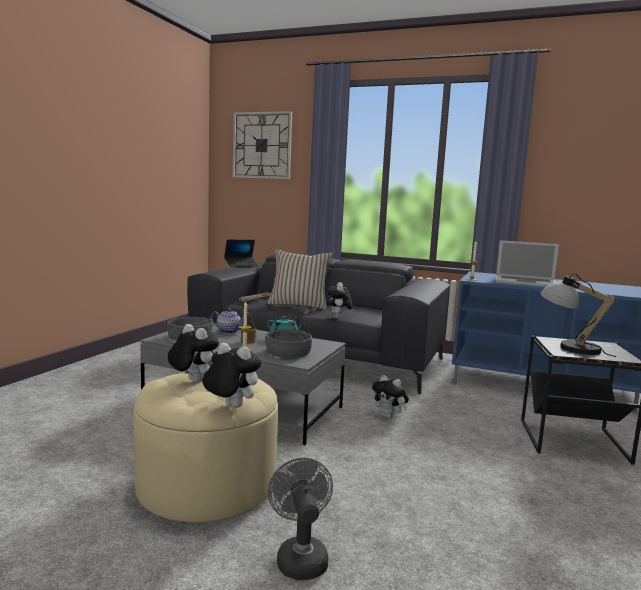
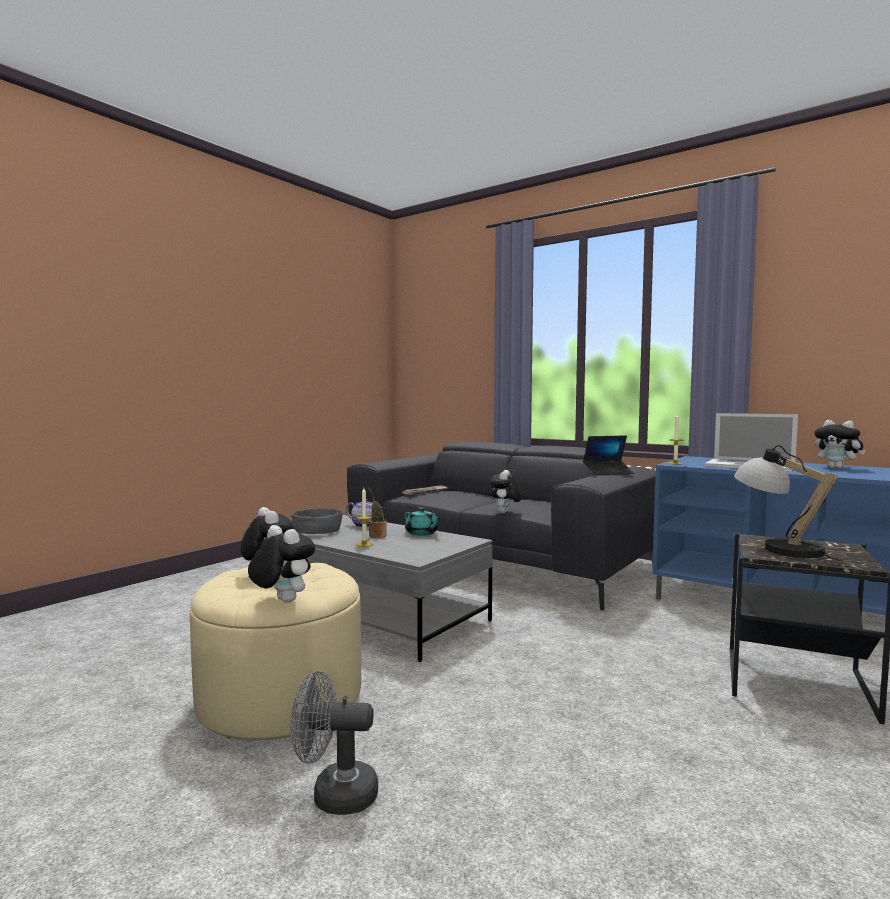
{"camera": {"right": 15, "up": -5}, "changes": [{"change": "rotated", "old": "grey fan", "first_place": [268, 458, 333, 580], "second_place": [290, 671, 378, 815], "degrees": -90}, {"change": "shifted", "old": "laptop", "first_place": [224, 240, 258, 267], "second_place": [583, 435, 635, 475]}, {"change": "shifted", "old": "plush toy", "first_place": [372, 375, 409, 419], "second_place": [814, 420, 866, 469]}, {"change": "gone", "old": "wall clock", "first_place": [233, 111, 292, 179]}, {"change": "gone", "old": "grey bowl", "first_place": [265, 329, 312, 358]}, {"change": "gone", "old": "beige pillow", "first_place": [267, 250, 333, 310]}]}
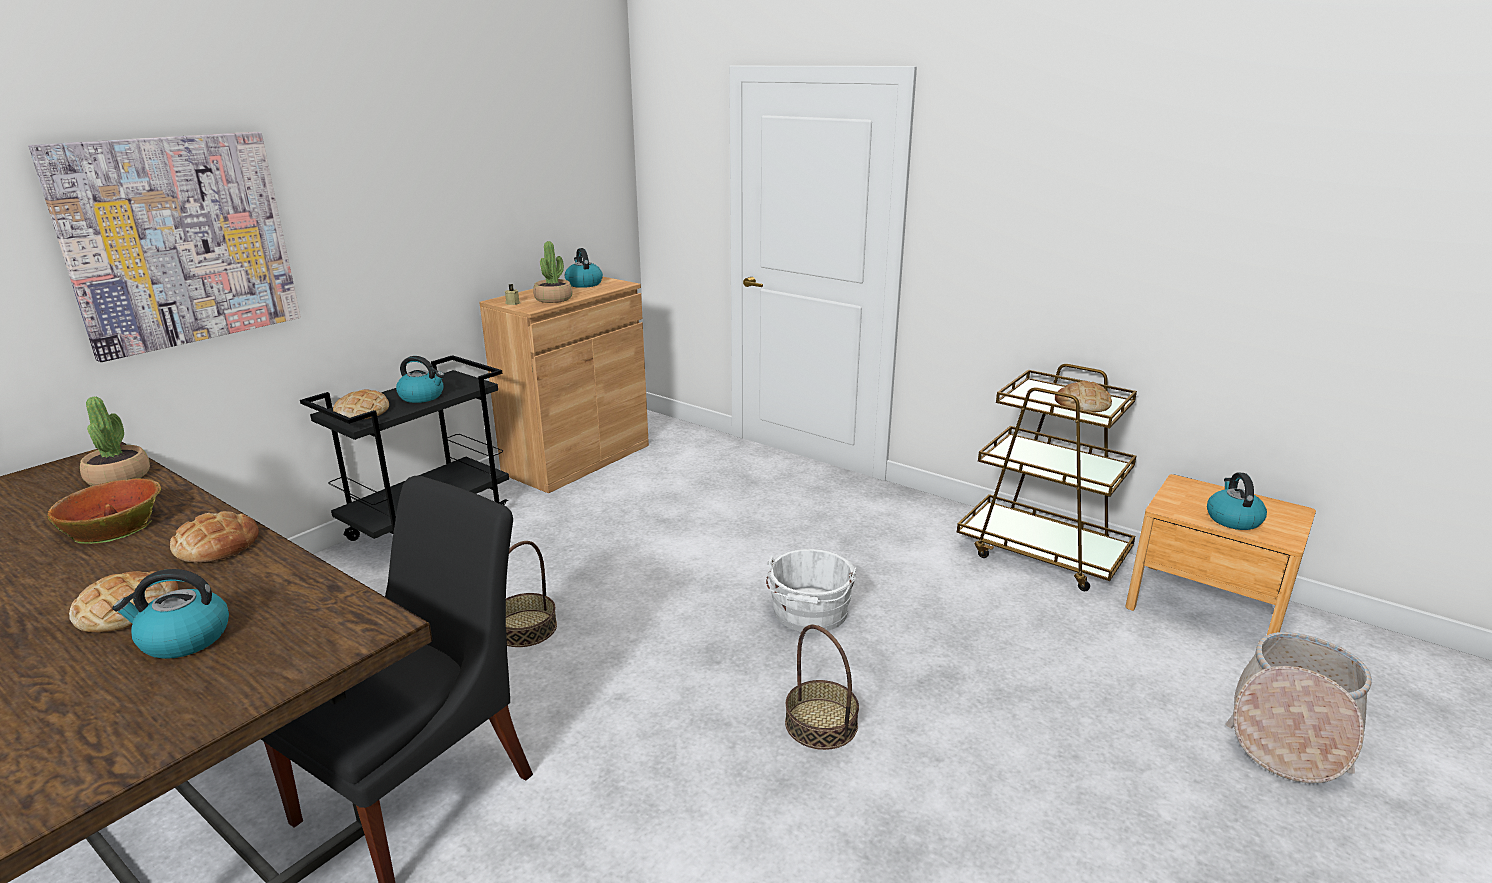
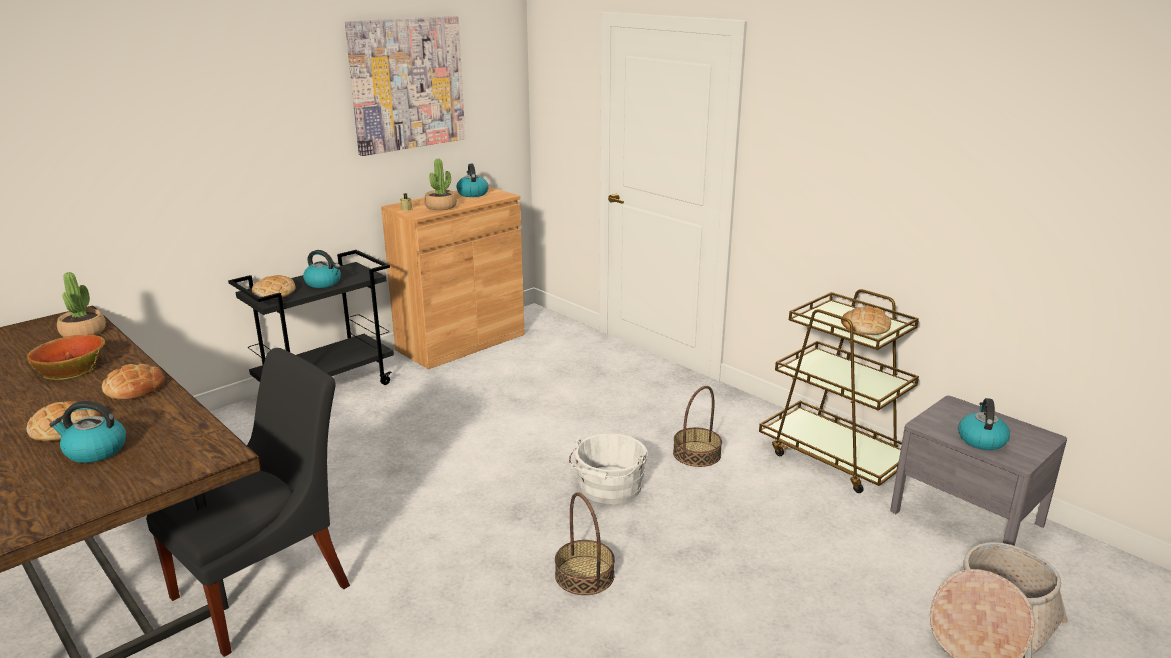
{"camera": {"right": 10, "up": 0}, "changes": [{"change": "shifted", "old": "picture", "first_place": [28, 132, 301, 362], "second_place": [345, 16, 465, 156]}, {"change": "shifted", "old": "basket", "first_place": [506, 541, 557, 647], "second_place": [673, 386, 722, 467]}, {"change": "repainted", "old": "brown nightstand", "new": "grey nightstand", "first_place": [1126, 474, 1316, 635], "second_place": [890, 396, 1067, 546]}]}
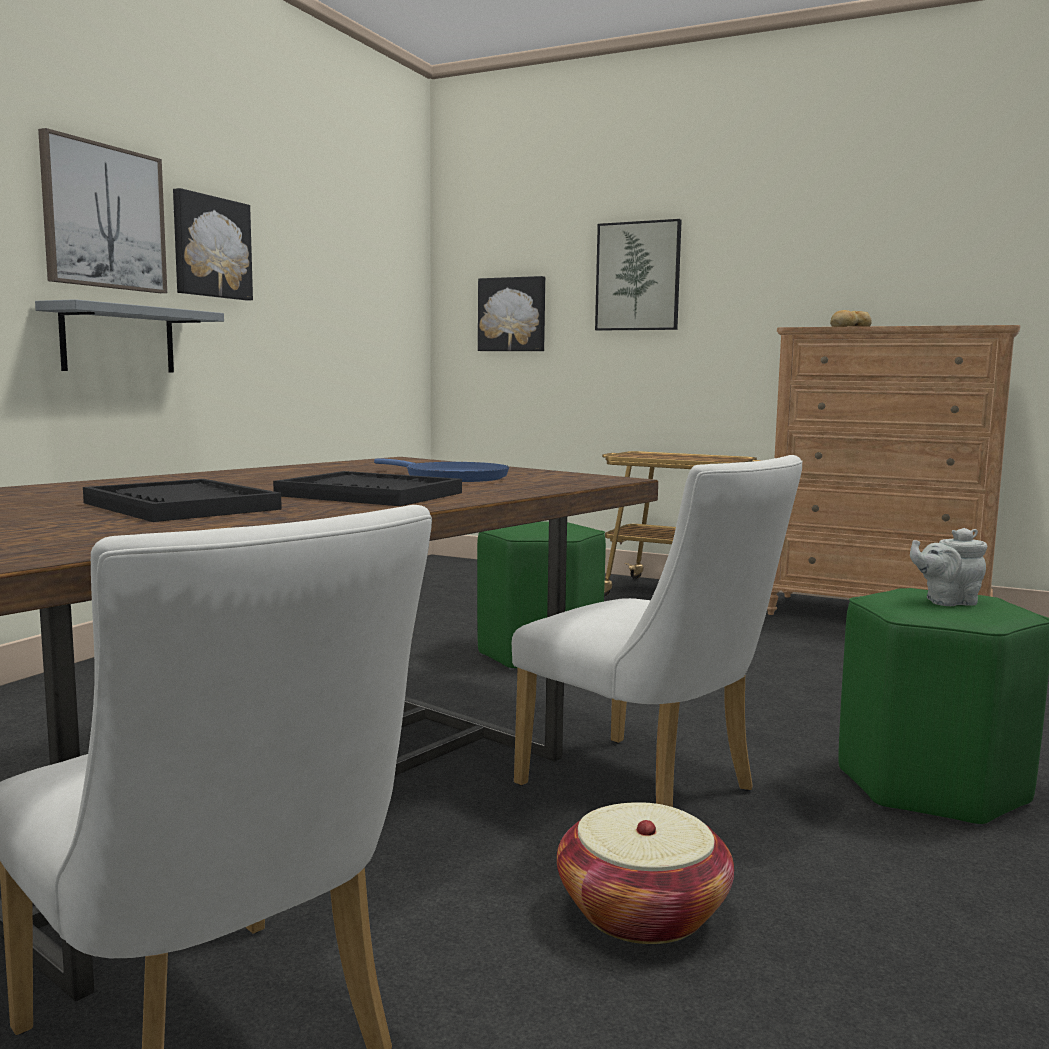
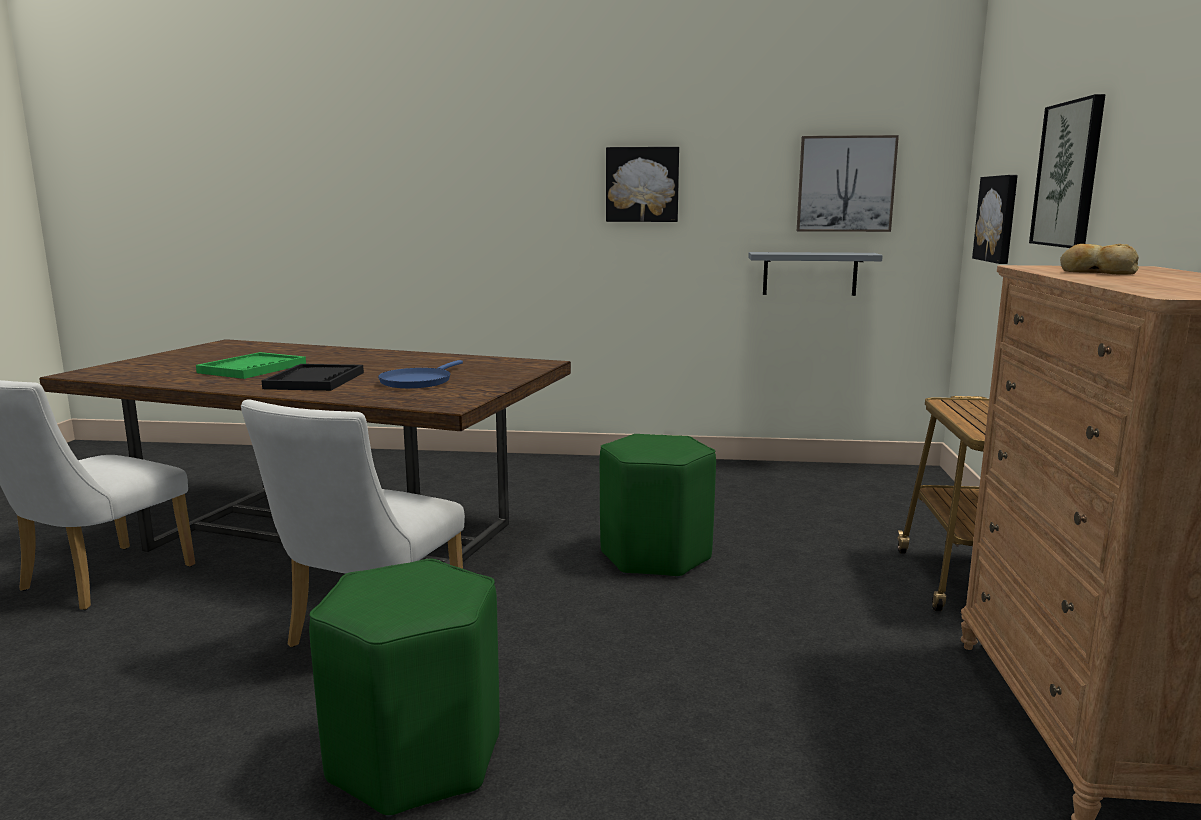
{"camera": {"right": 70, "up": 5}, "changes": [{"change": "repainted", "old": "black tray", "new": "green tray", "first_place": [83, 479, 282, 522], "second_place": [196, 352, 306, 379]}, {"change": "shifted", "old": "grey shelf", "first_place": [35, 299, 224, 373], "second_place": [748, 252, 883, 296]}, {"change": "shifted", "old": "picture", "first_place": [38, 128, 167, 293], "second_place": [797, 135, 899, 232]}, {"change": "gone", "old": "basket", "first_place": [557, 802, 734, 944]}, {"change": "gone", "old": "grey teapot", "first_place": [910, 528, 987, 606]}]}
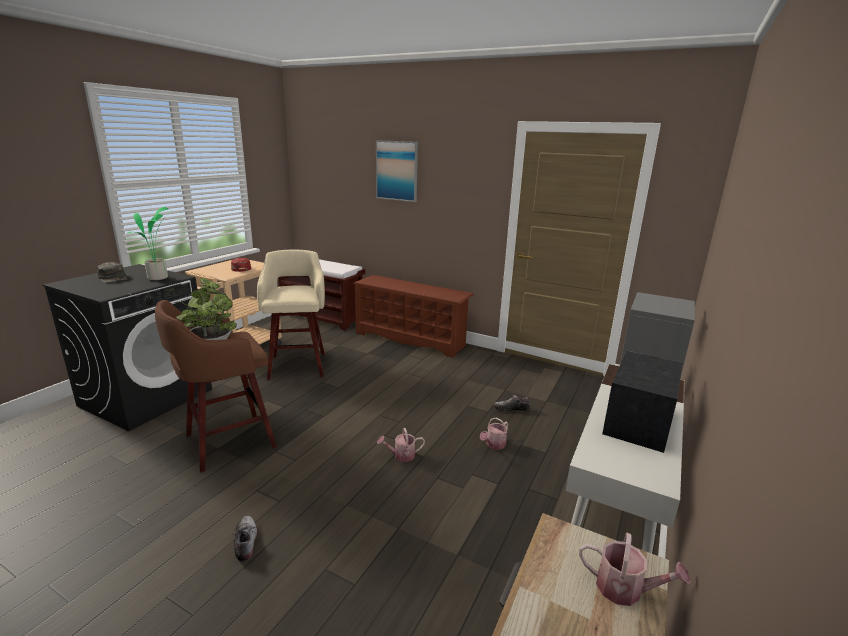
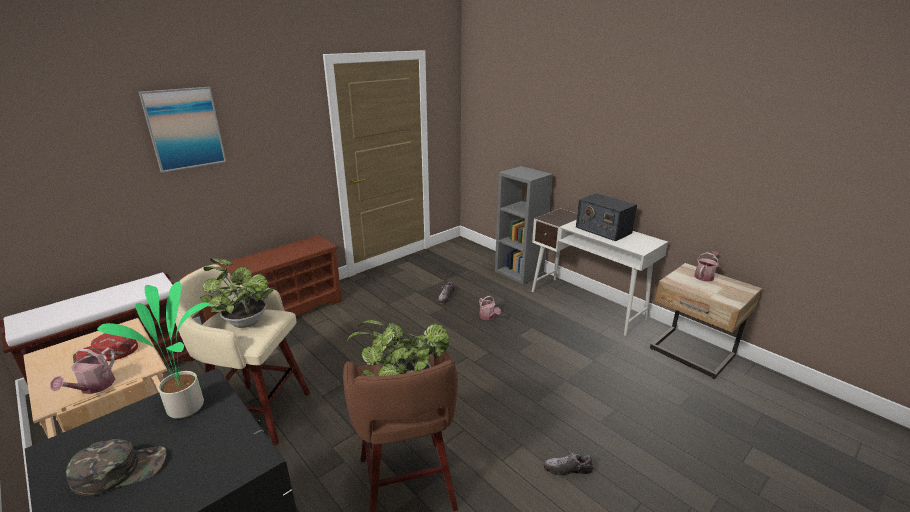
{"camera": {"right": -70, "up": 5}, "changes": [{"change": "shifted", "old": "watering can", "first_place": [377, 428, 425, 462], "second_place": [50, 348, 115, 394]}, {"change": "new", "new": "potted plant", "second_place": [200, 259, 274, 328]}]}
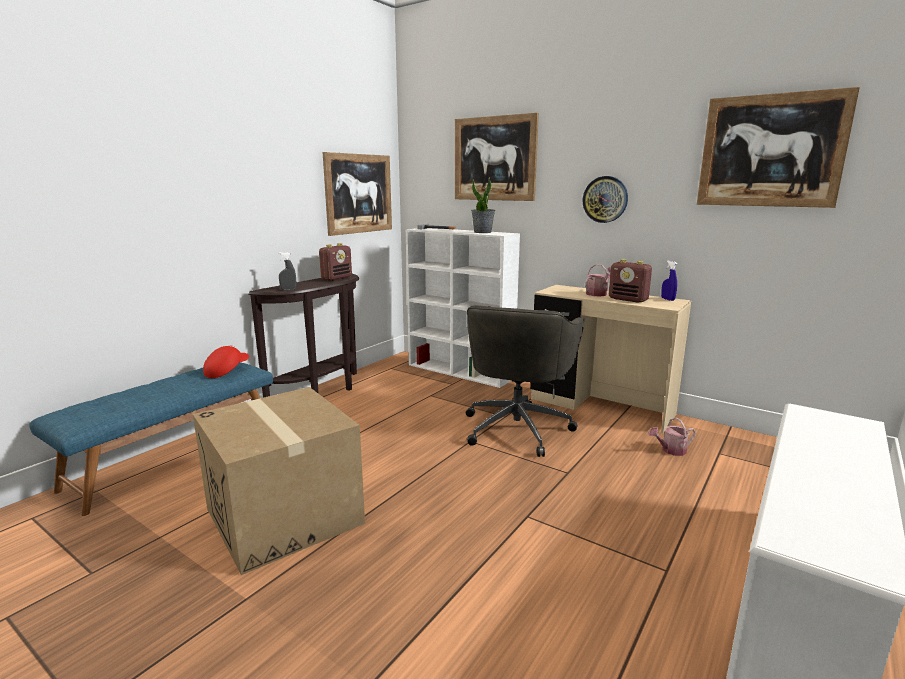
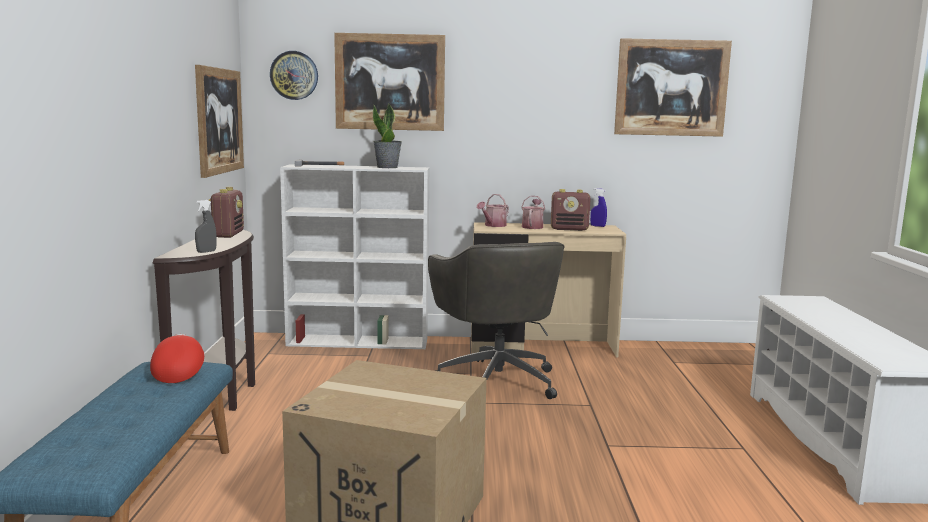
{"camera": {"right": -35, "up": -5}, "changes": [{"change": "shifted", "old": "wall clock", "first_place": [583, 176, 628, 223], "second_place": [270, 51, 318, 100]}, {"change": "shifted", "old": "watering can", "first_place": [648, 417, 696, 456], "second_place": [477, 194, 509, 227]}]}
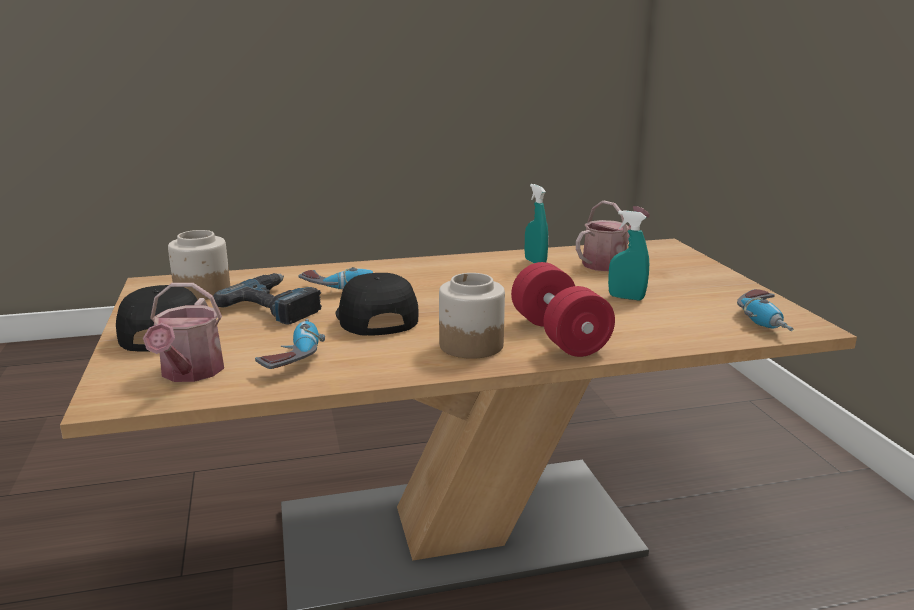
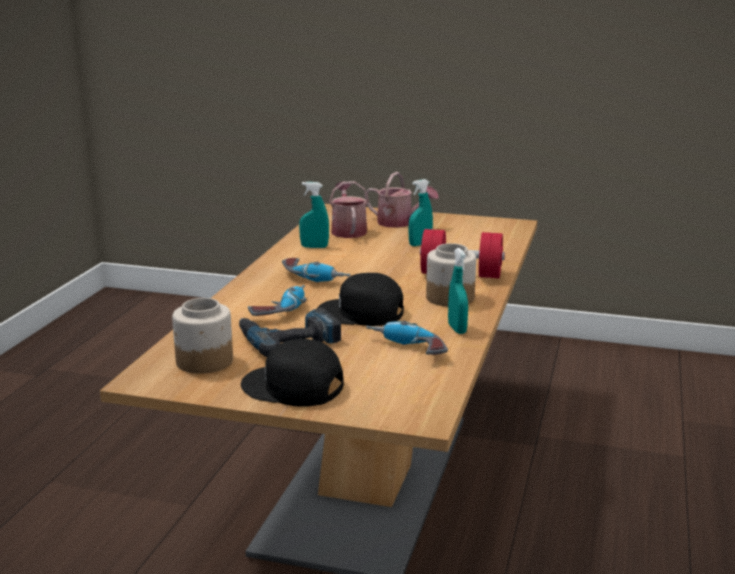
{"camera": {"right": -60, "up": 0}, "changes": [{"change": "shifted", "old": "power drill", "first_place": [737, 289, 793, 331], "second_place": [282, 258, 350, 283]}, {"change": "shifted", "old": "watering can", "first_place": [143, 283, 224, 382], "second_place": [364, 172, 439, 228]}, {"change": "new", "new": "turquoise spray bottle", "second_place": [448, 248, 468, 334]}]}
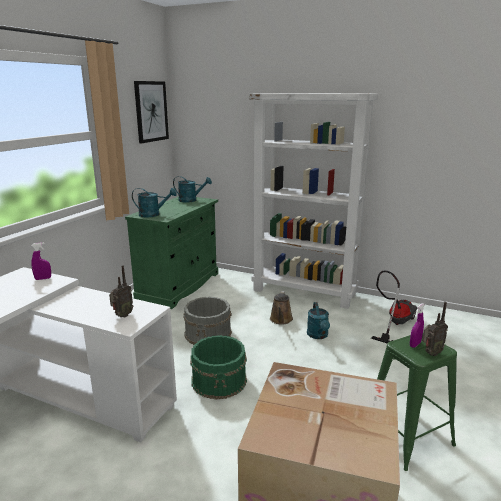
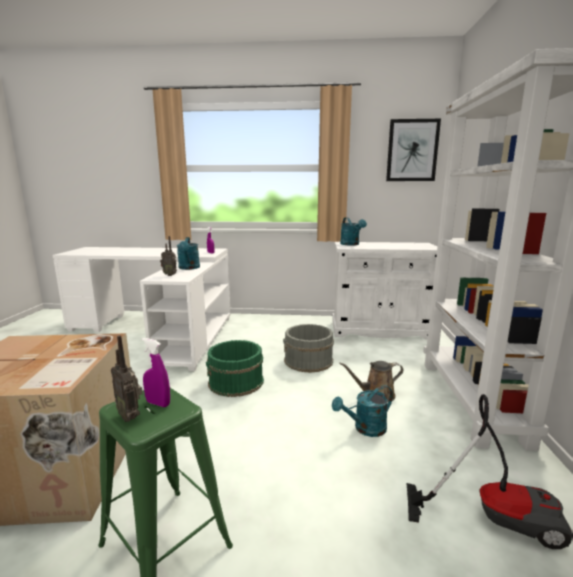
{"camera": {"right": 70, "up": -5}, "changes": [{"change": "shifted", "old": "turquoise watering can", "first_place": [173, 176, 212, 203], "second_place": [177, 237, 200, 270]}, {"change": "repainted", "old": "green cabinet", "new": "white cabinet", "first_place": [125, 196, 218, 309], "second_place": [332, 242, 437, 340]}]}
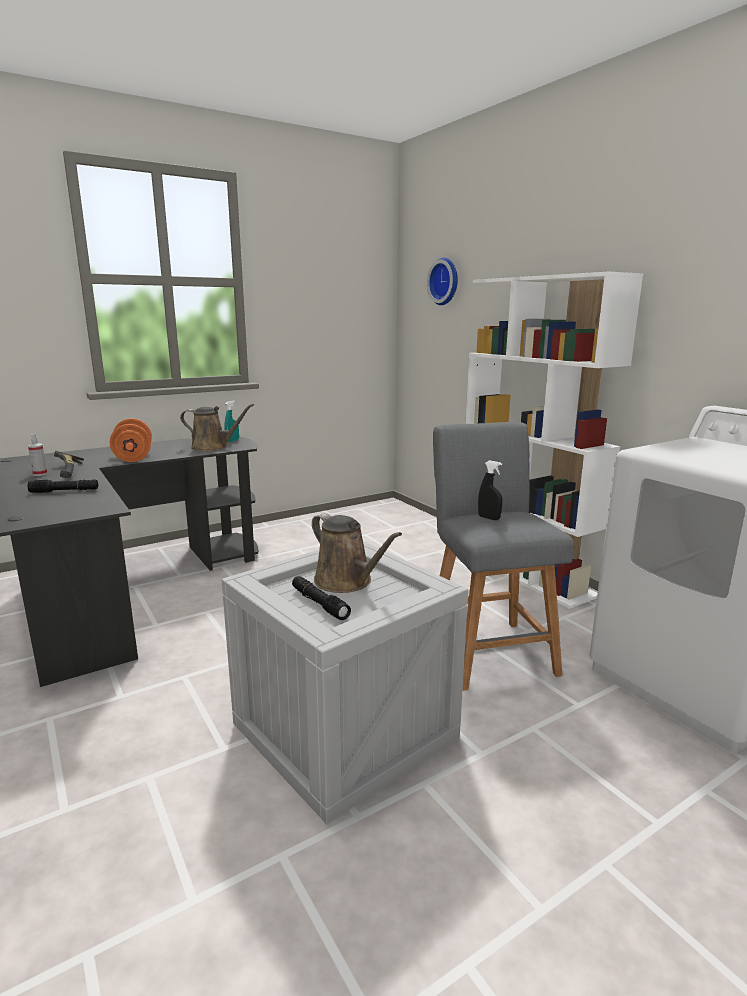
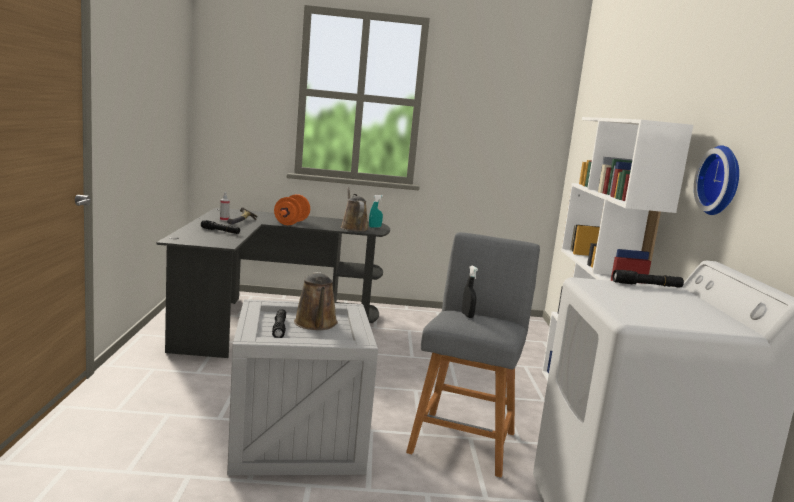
{"camera": {"right": 30, "up": -5}, "changes": [{"change": "rotated", "old": "brown watering can", "first_place": [180, 404, 254, 451], "second_place": [340, 187, 368, 231], "degrees": -150}, {"change": "new", "new": "black flashlight", "second_place": [613, 270, 684, 288]}, {"change": "shifted", "old": "wall clock", "first_place": [427, 257, 458, 305], "second_place": [694, 145, 739, 215]}]}
